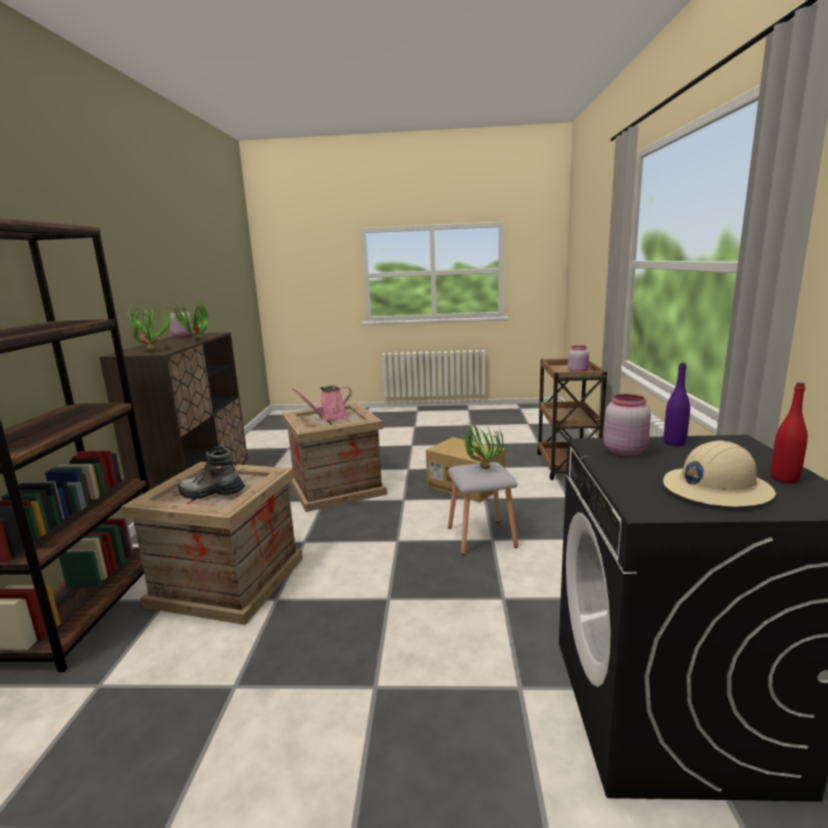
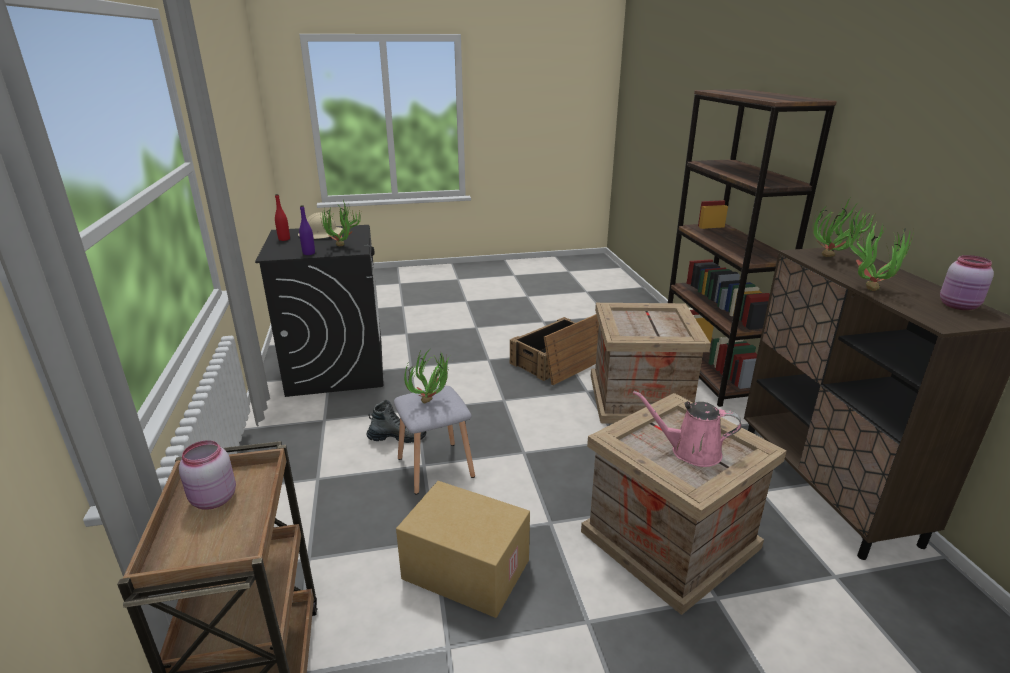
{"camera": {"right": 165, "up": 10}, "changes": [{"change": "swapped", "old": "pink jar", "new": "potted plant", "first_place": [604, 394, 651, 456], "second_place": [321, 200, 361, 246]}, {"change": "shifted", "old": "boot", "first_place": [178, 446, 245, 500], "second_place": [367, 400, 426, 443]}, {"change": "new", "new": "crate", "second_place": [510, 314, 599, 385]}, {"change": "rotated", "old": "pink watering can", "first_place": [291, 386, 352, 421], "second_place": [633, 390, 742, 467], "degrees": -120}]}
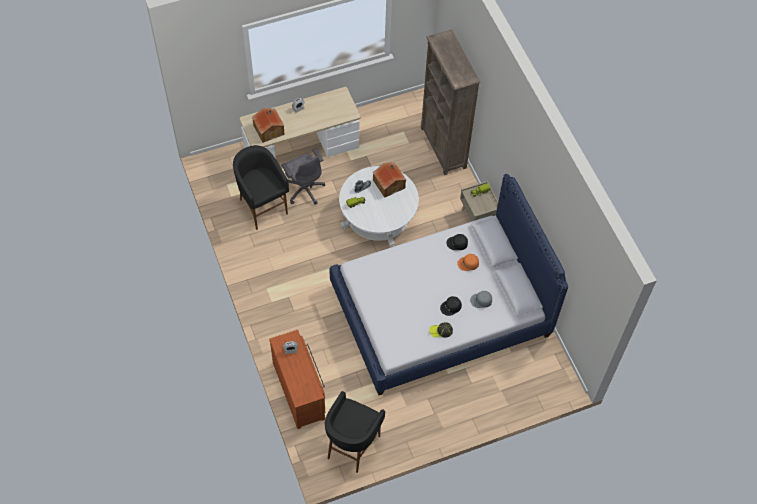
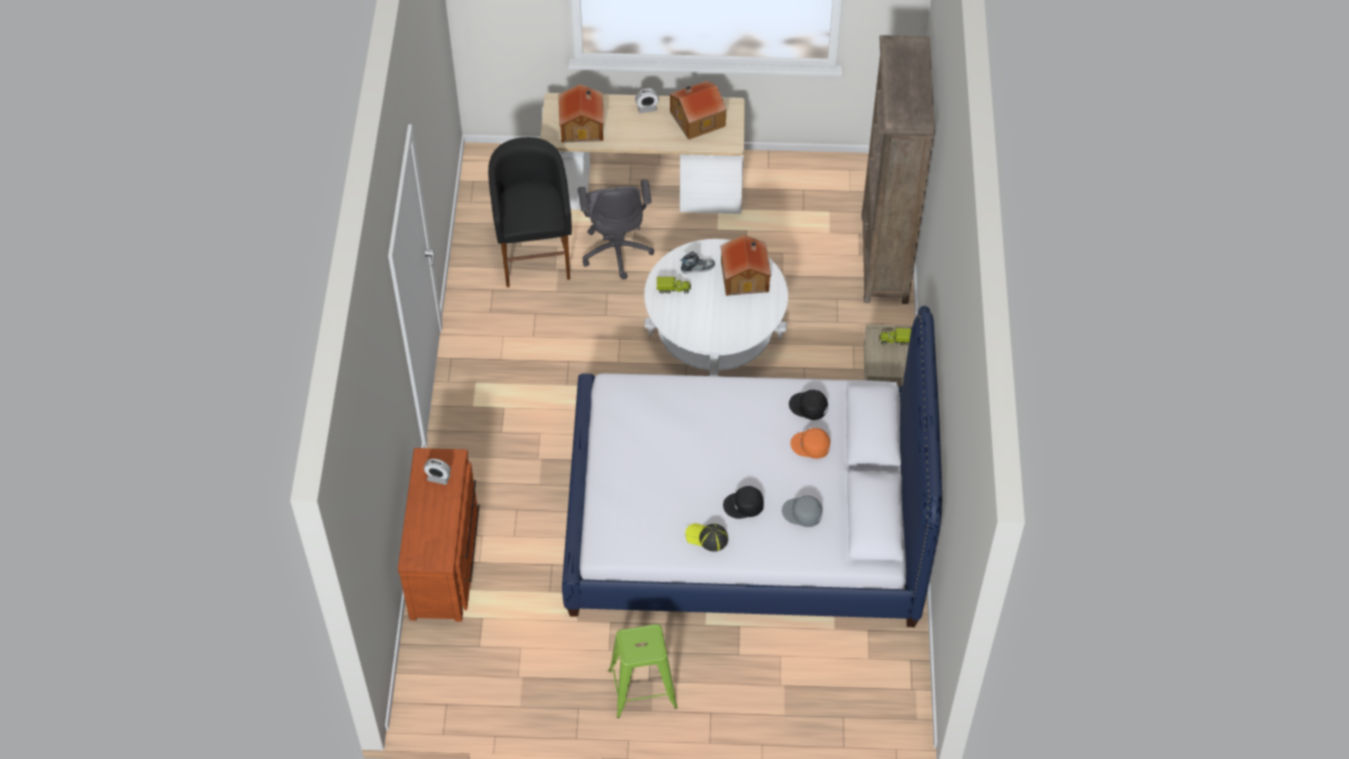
{"camera": {"right": 25, "up": -5}, "changes": [{"change": "new", "new": "green stool", "second_place": [608, 624, 678, 718]}, {"change": "new", "new": "toy house", "second_place": [670, 81, 727, 140]}, {"change": "gone", "old": "black stool", "first_place": [325, 391, 385, 473]}]}
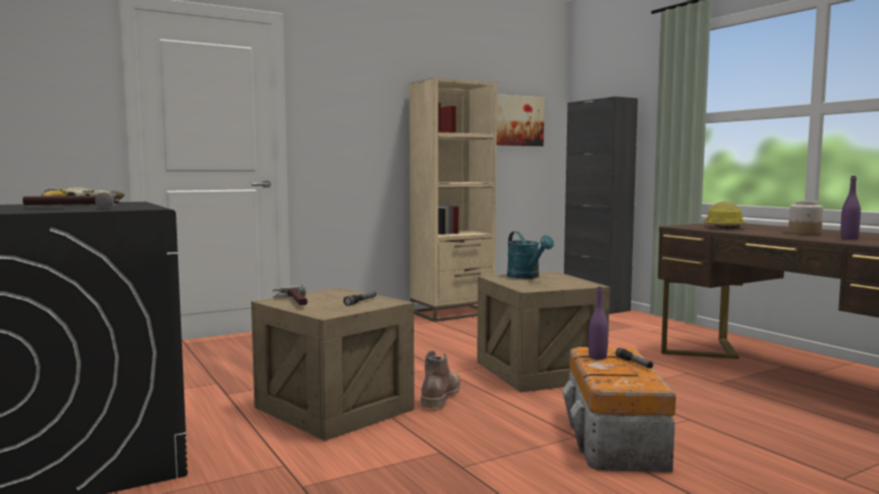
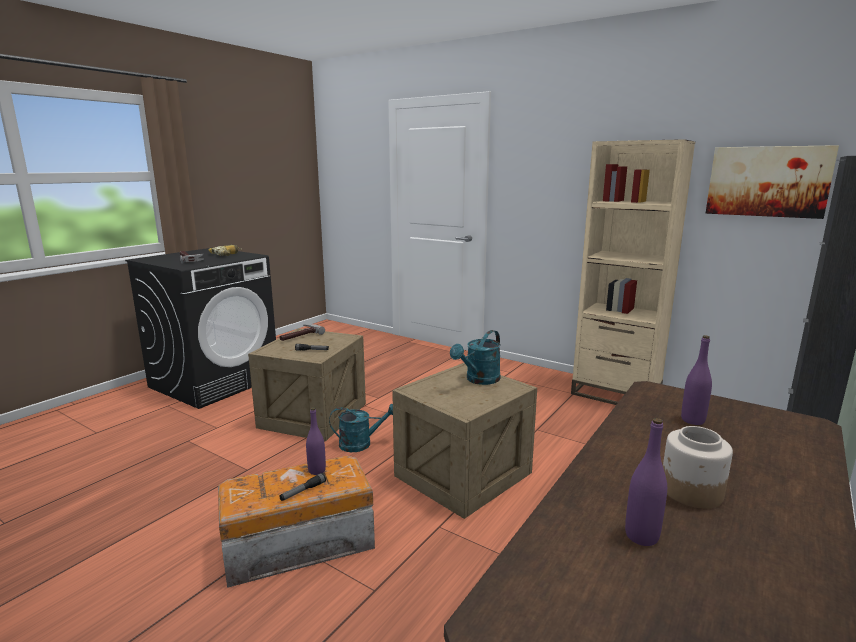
{"camera": {"right": 65, "up": 10}, "changes": [{"change": "swapped", "old": "brown boot", "new": "turquoise watering can", "first_place": [420, 350, 461, 408], "second_place": [329, 404, 393, 452]}, {"change": "swapped", "old": "hard hat", "new": "purple bottle", "first_place": [704, 201, 745, 229], "second_place": [681, 335, 712, 425]}]}
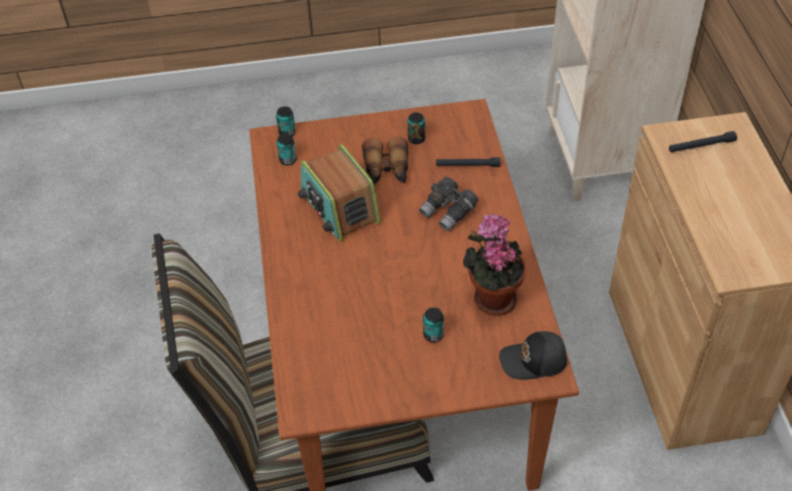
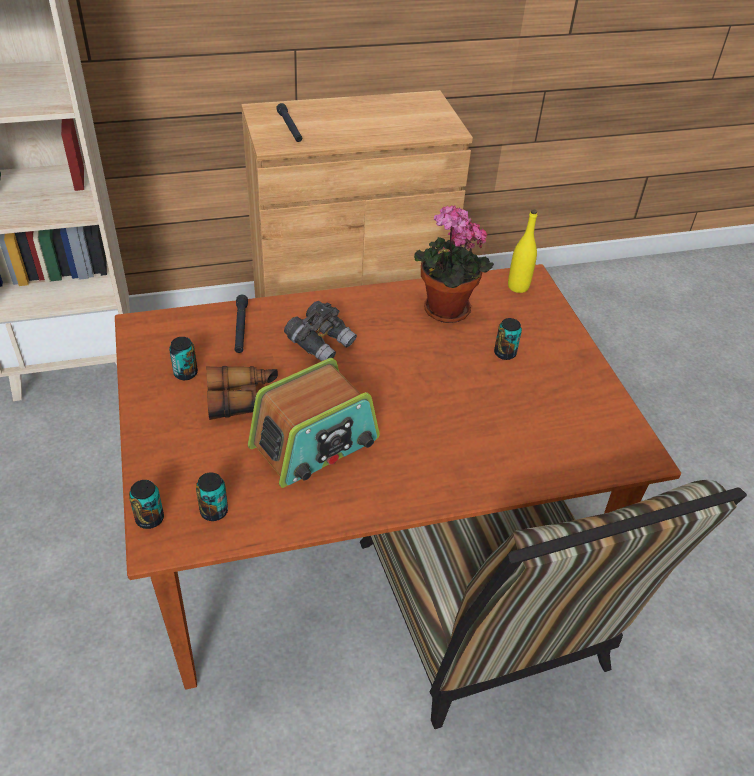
{"camera": {"right": -100, "up": -5}, "changes": [{"change": "swapped", "old": "black cap", "new": "yellow bottle", "first_place": [499, 331, 567, 380], "second_place": [508, 209, 537, 293]}]}
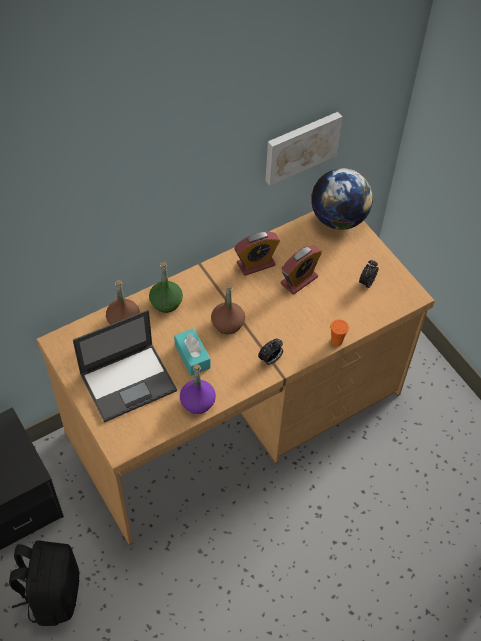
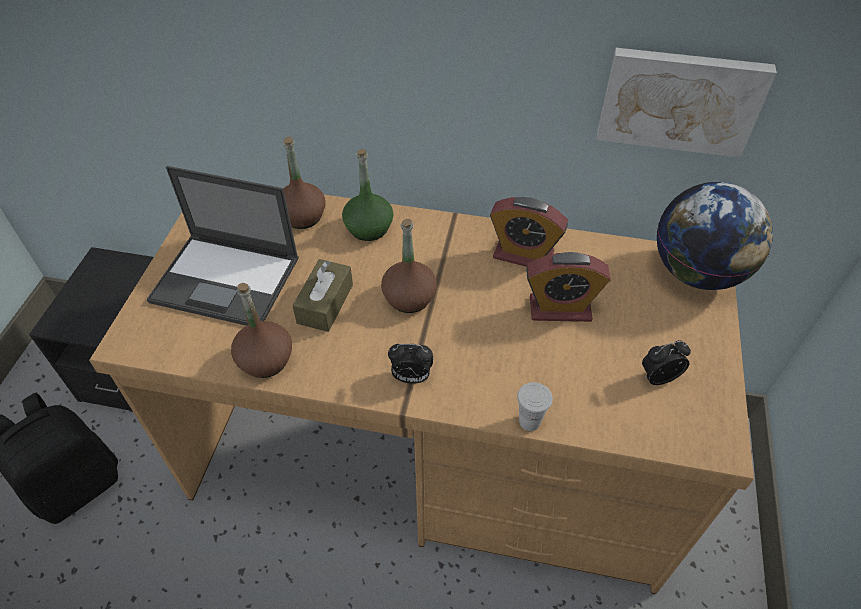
{"camera": {"right": 45, "up": -5}, "changes": [{"change": "repainted", "old": "purple bottle", "new": "brown bottle", "first_place": [180, 364, 216, 414], "second_place": [231, 283, 292, 378]}, {"change": "repainted", "old": "turquoise tissue box", "new": "brown tissue box", "first_place": [174, 328, 211, 376], "second_place": [292, 259, 353, 332]}, {"change": "repainted", "old": "orange cup", "new": "white cup", "first_place": [330, 319, 349, 346], "second_place": [517, 382, 553, 431]}]}
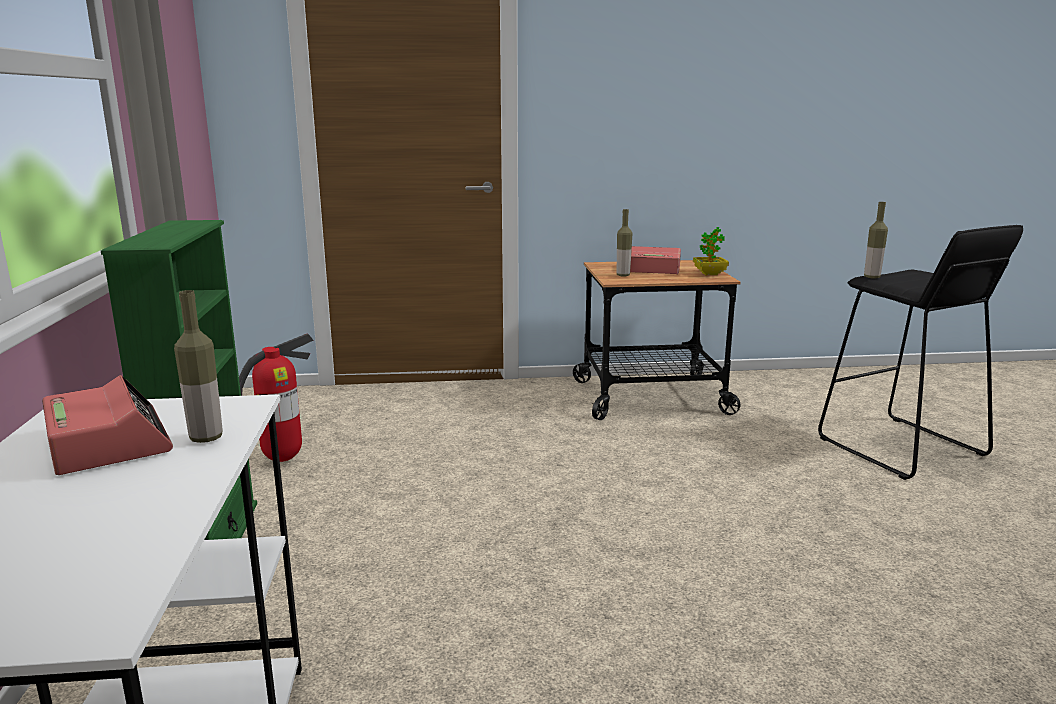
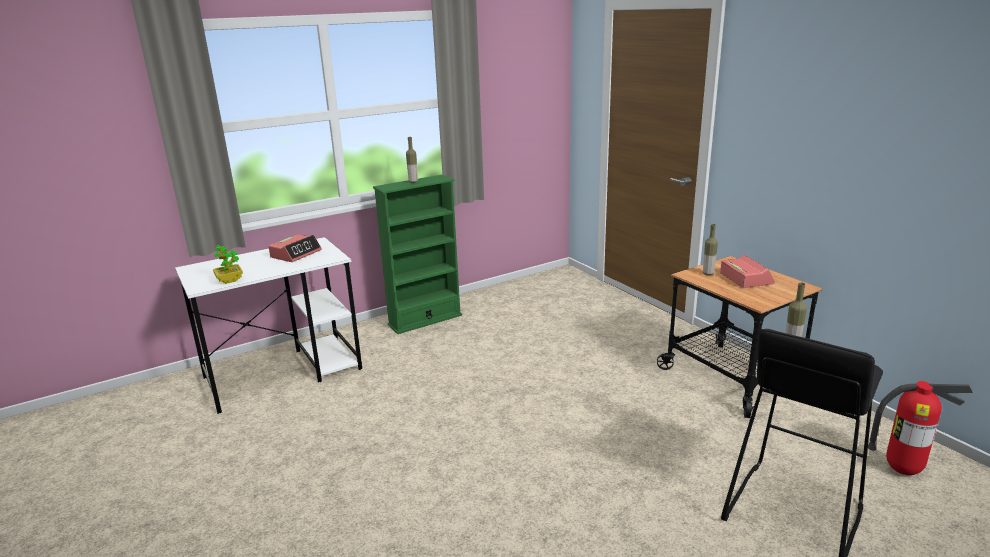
{"camera": {"right": 65, "up": 5}, "changes": [{"change": "shifted", "old": "potted plant", "first_place": [693, 227, 729, 275], "second_place": [213, 245, 243, 284]}, {"change": "shifted", "old": "bottle", "first_place": [174, 290, 223, 443], "second_place": [406, 137, 418, 183]}, {"change": "shifted", "old": "fire extinguisher", "first_place": [239, 334, 314, 462], "second_place": [868, 381, 973, 475]}]}
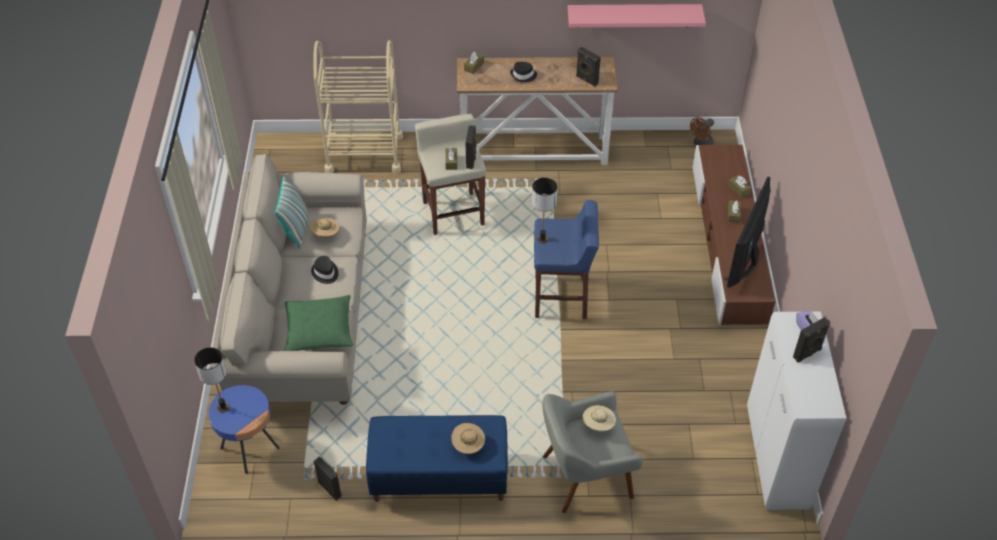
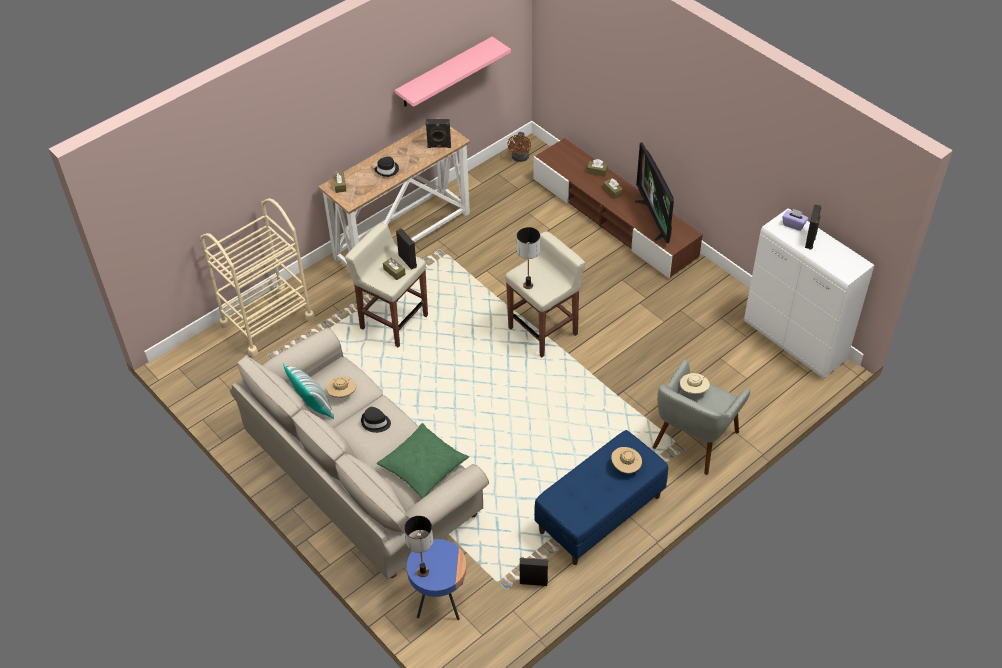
{"camera": {"right": -40, "up": 0}, "changes": [{"change": "repainted", "old": "blue stool", "new": "beige stool", "first_place": [534, 200, 599, 319], "second_place": [505, 231, 586, 357]}]}
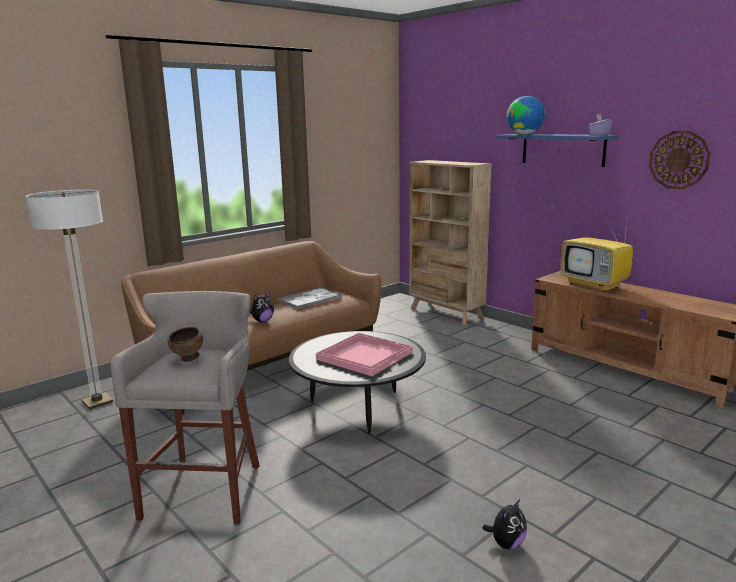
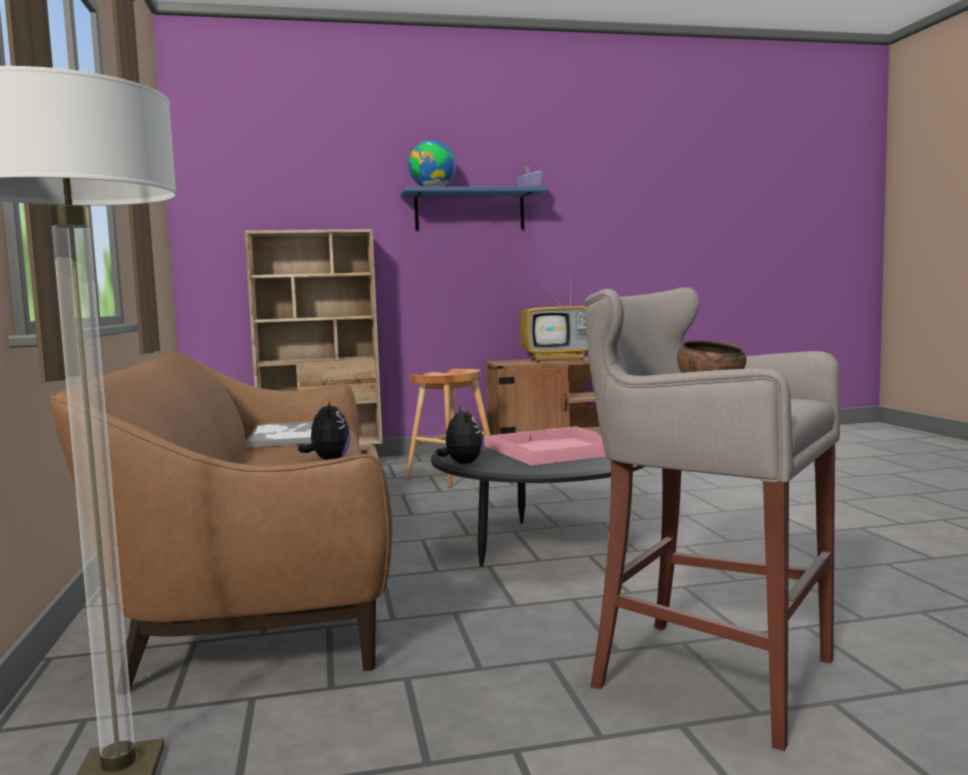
{"camera": {"right": -60, "up": -10}, "changes": [{"change": "new", "new": "brown stool", "second_place": [405, 369, 490, 488]}, {"change": "shifted", "old": "plush toy", "first_place": [483, 499, 527, 549], "second_place": [437, 406, 483, 464]}, {"change": "gone", "old": "wall clock", "first_place": [649, 131, 711, 189]}]}
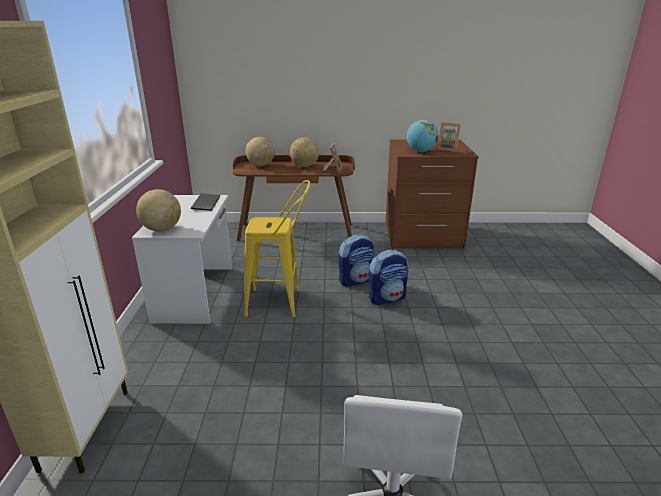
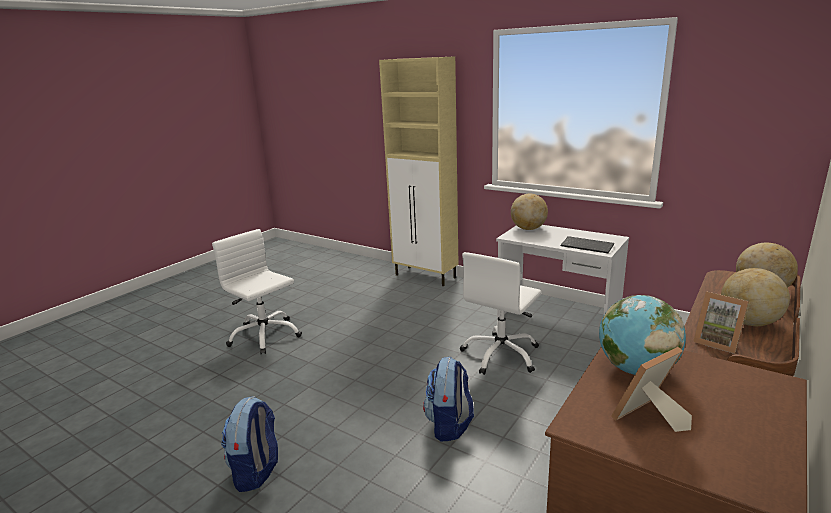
{"camera": {"right": 125, "up": -5}, "changes": [{"change": "shifted", "old": "backpack", "first_place": [338, 234, 375, 287], "second_place": [221, 396, 278, 492]}, {"change": "swapped", "old": "yellow stool", "new": "white office chair", "first_place": [244, 180, 310, 318], "second_place": [460, 252, 541, 375]}]}
